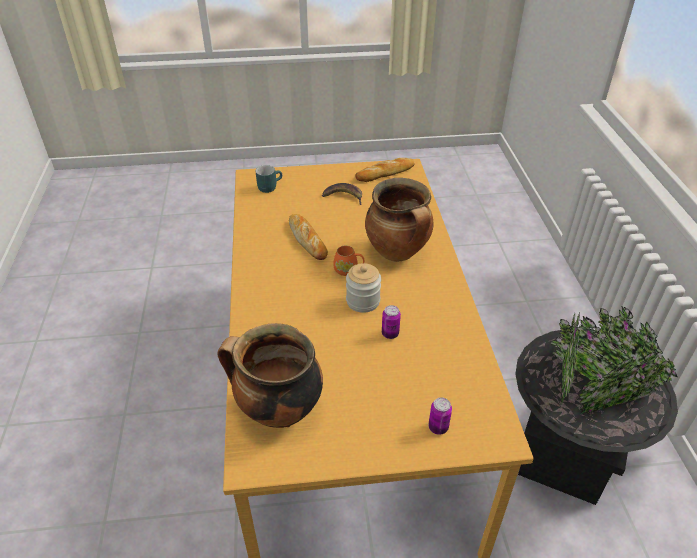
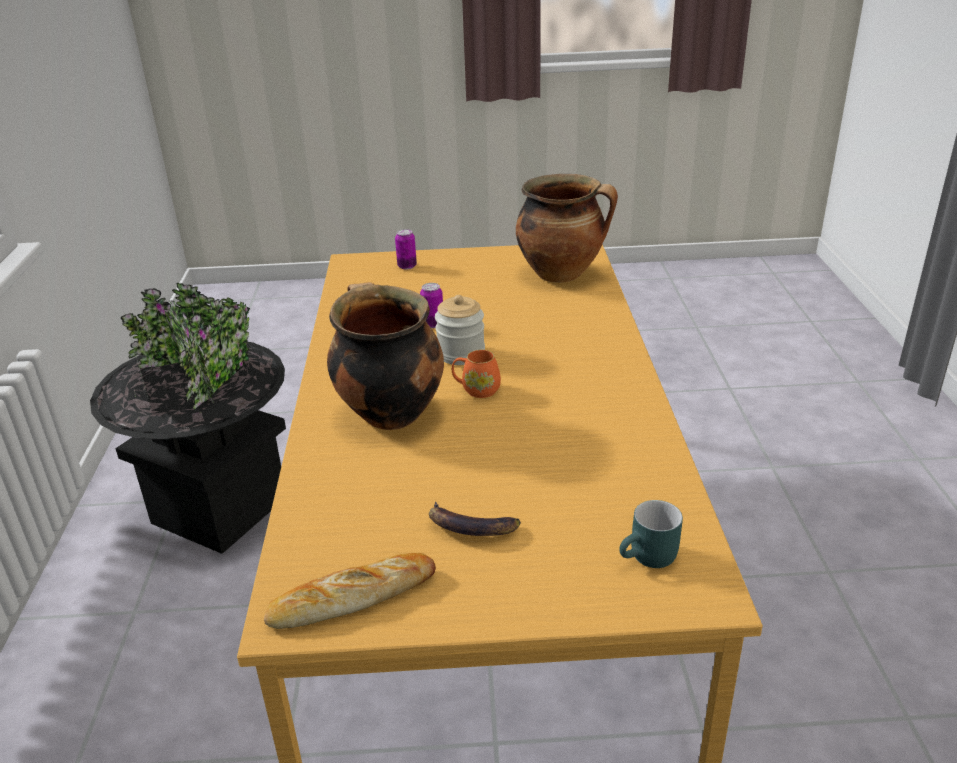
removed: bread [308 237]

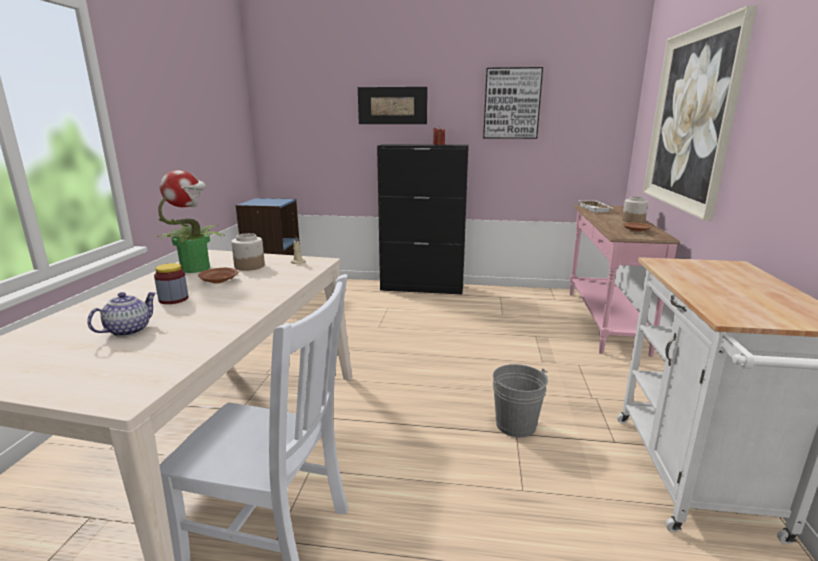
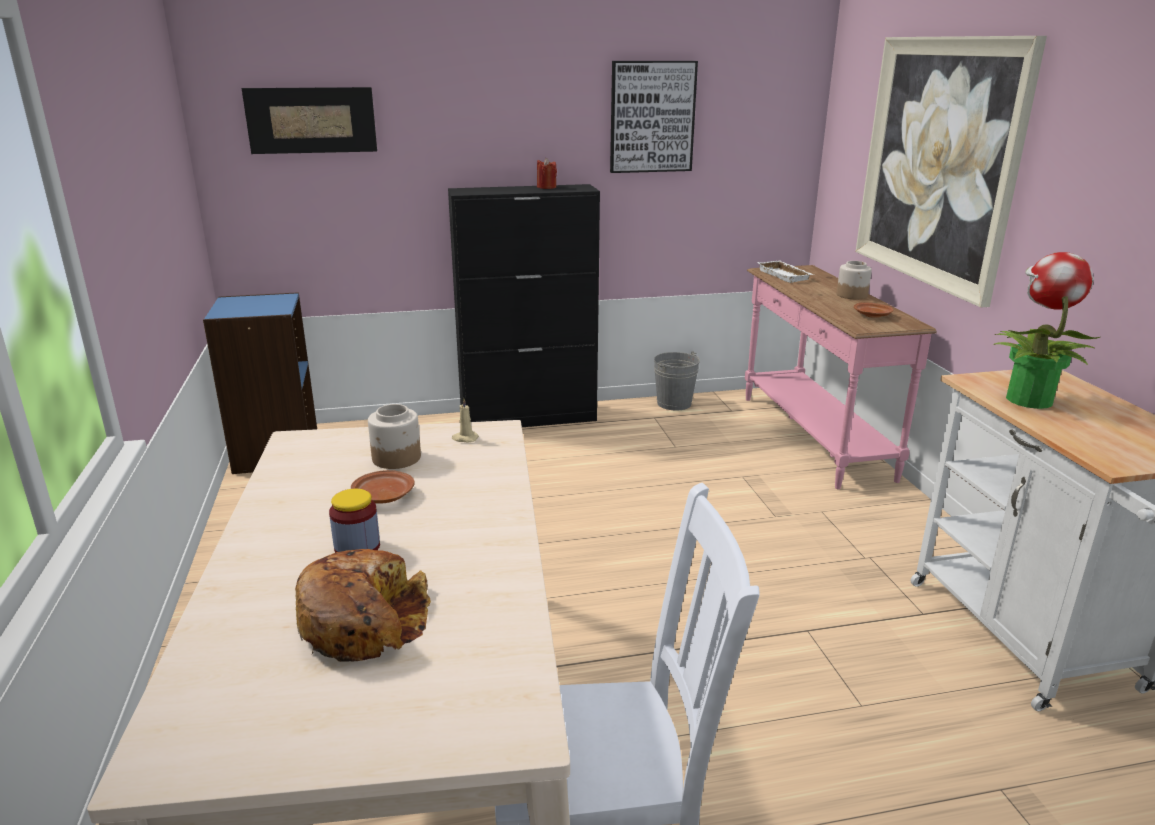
moved: picture [393 105] to [309 120]; potted plant [191 221] to [1046 330]; grey bucket [520 400] to [677 380]
replaced: teapot [121 314] to bread [363 605]

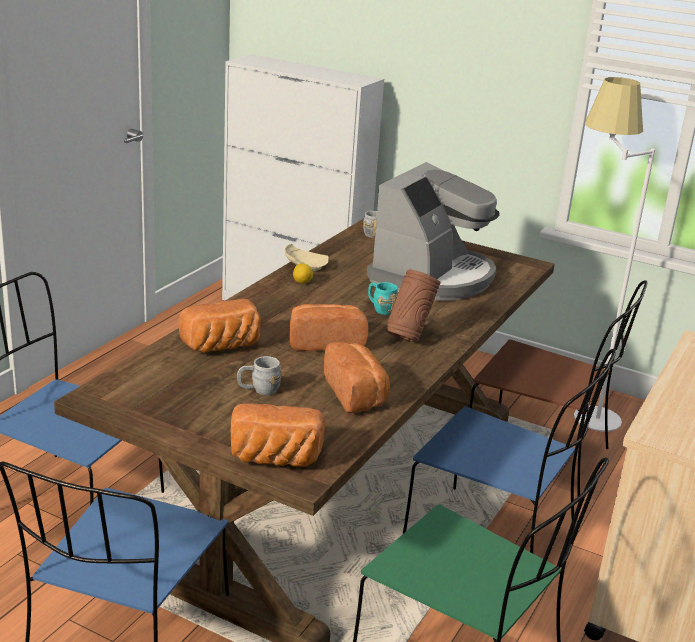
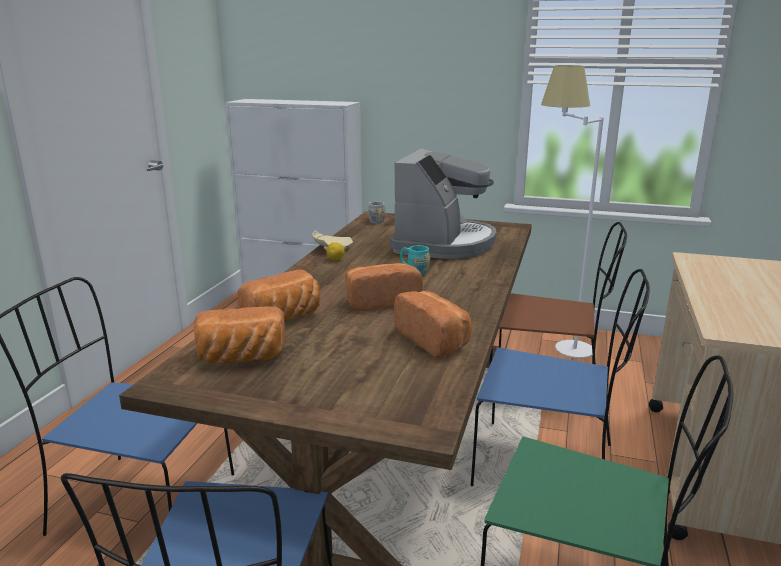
removed: brown vase [412 305]; grey mug [259 375]
moved: bread [278 435] to [239 335]

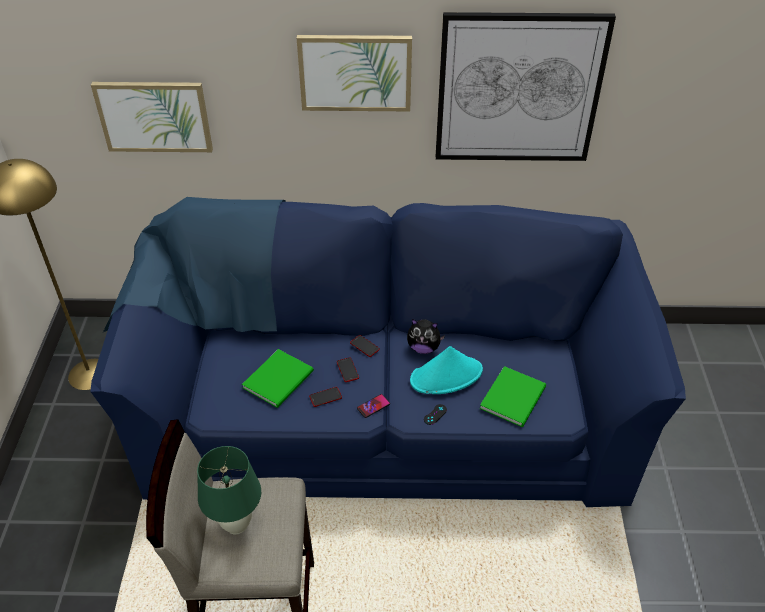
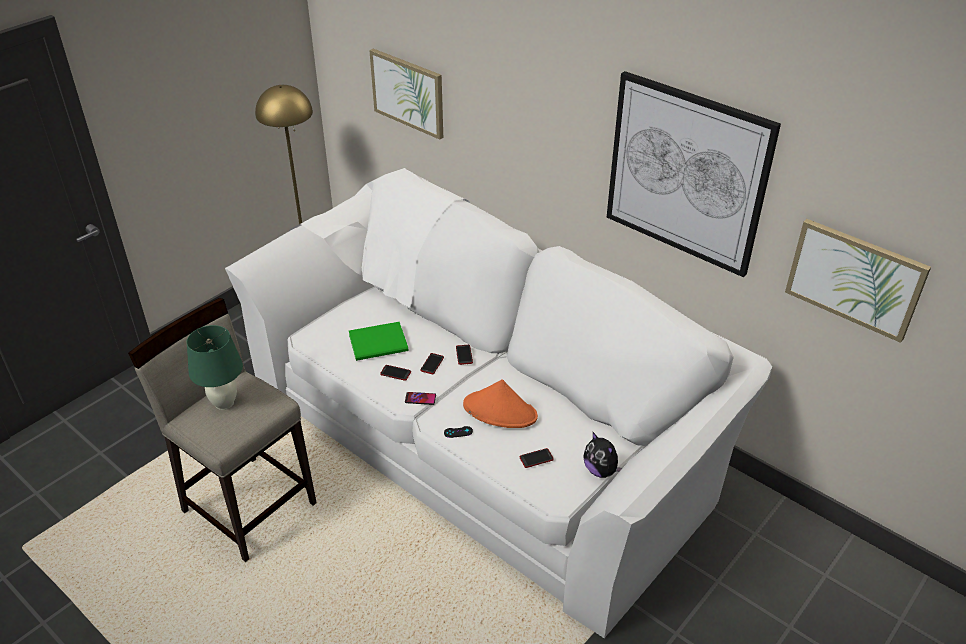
moved: picture [354 73] to [858 281]; plush toy [426 336] to [602 455]
replaced: green book [513 396] to phone [537 458]
recoloured: blue sofa [388 352] to white sofa [498 403]; turquoise hat [446 370] to orange hat [500 403]

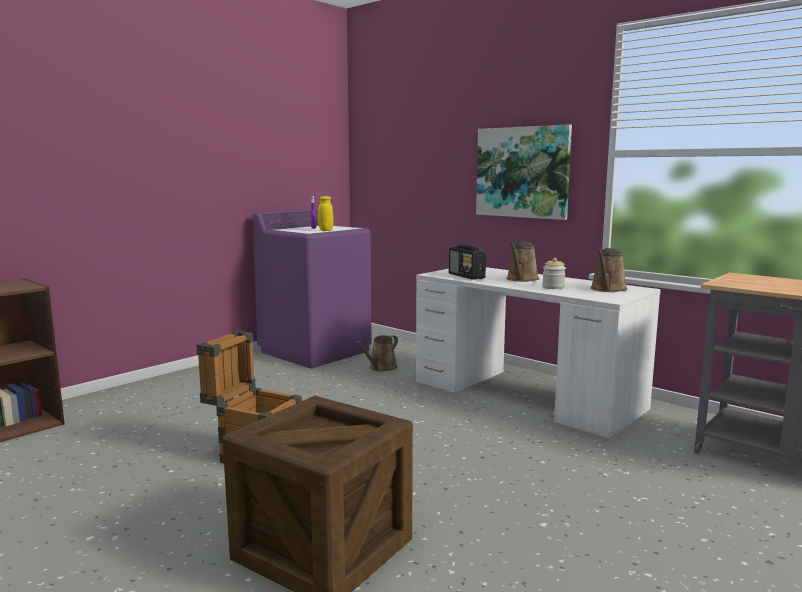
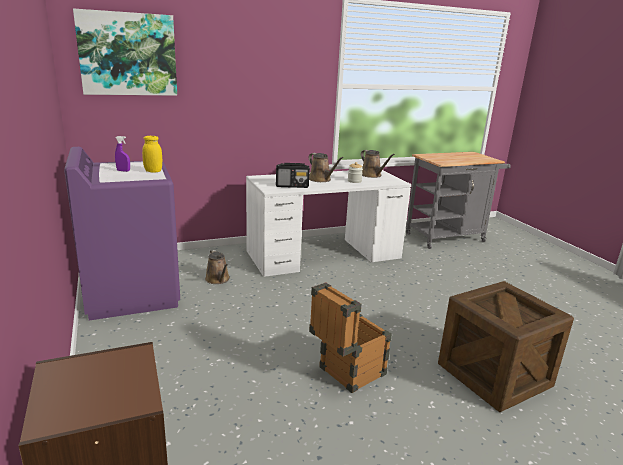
moved: picture [524 172] to [125 52]

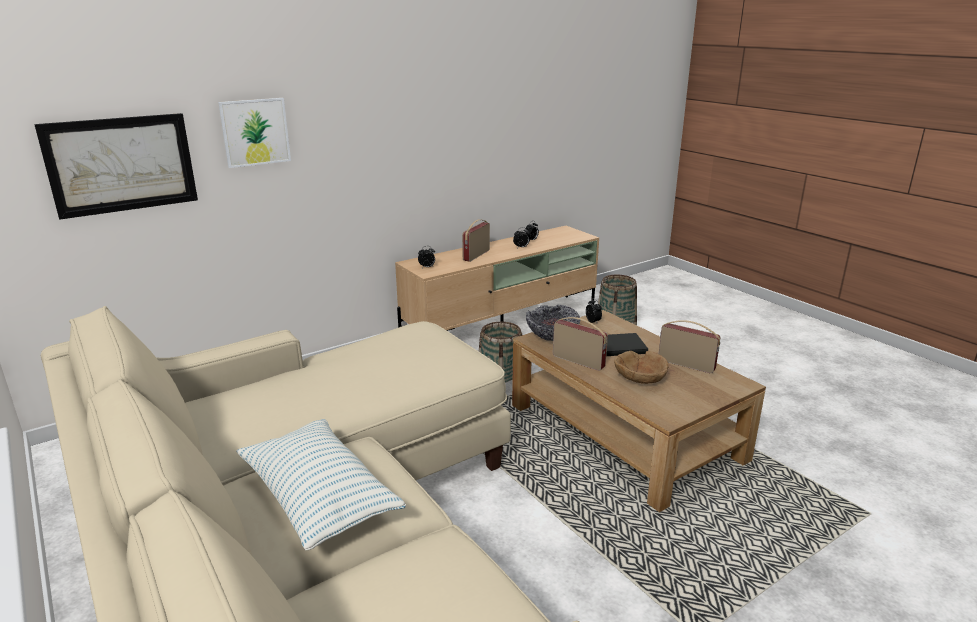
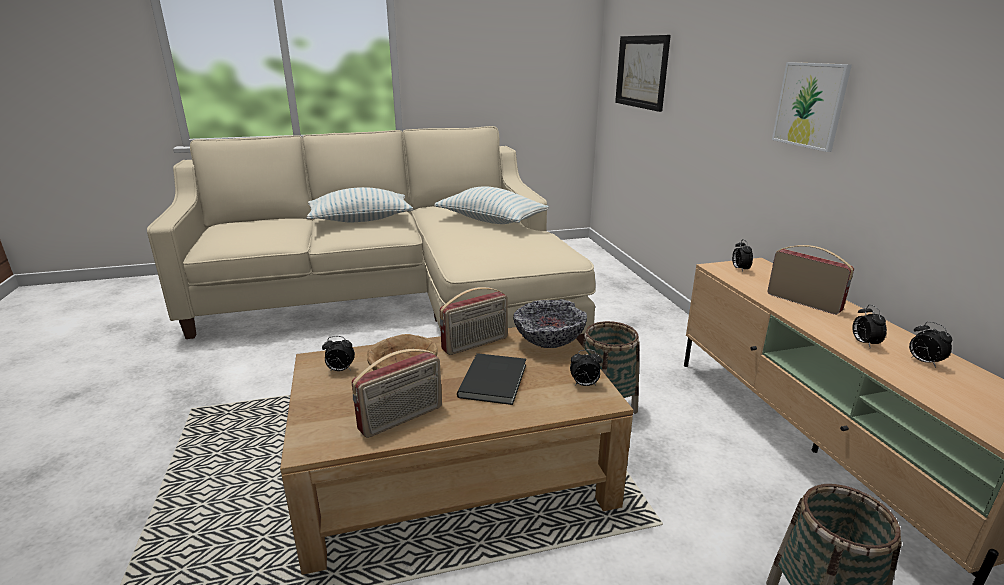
added: pillow [491 205]; alarm clock [338 353]
moved: picture [254 133] to [812 107]

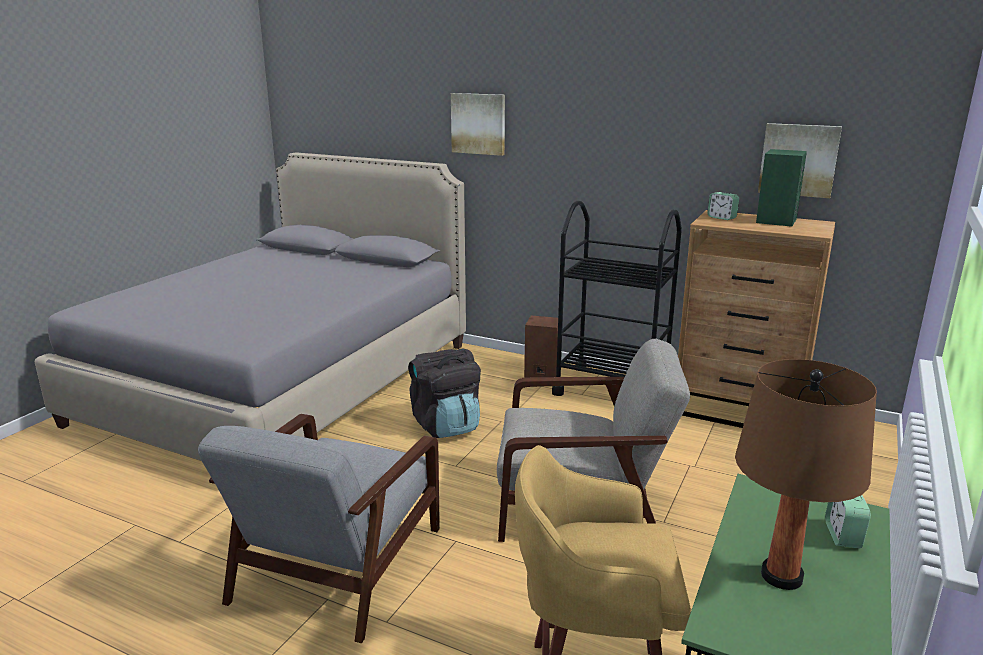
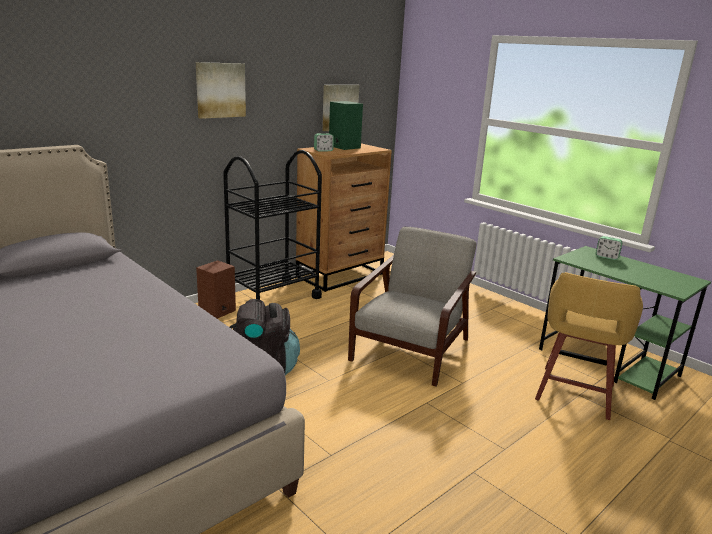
removed: brown table lamp [806 474]; grey armchair [319 529]
moved: picture [478 124] to [221 90]

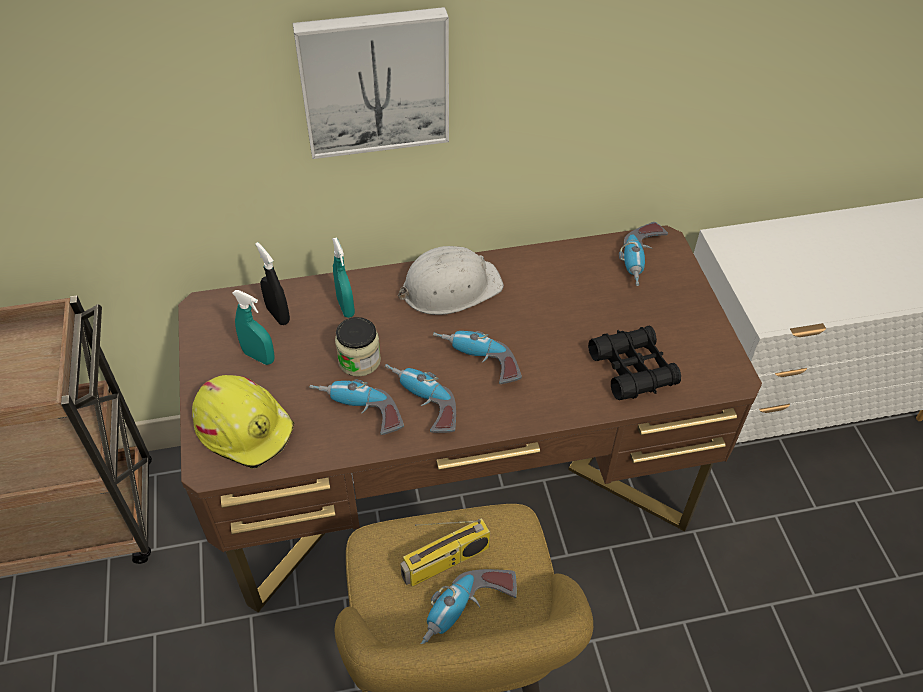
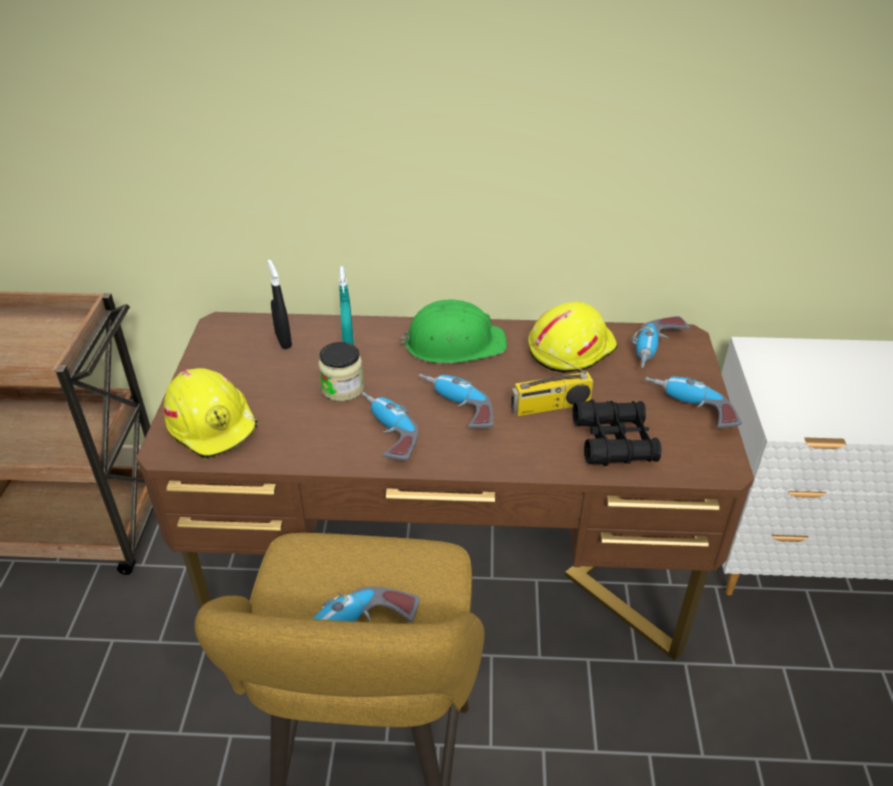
removed: picture [370 83]; turquoise spray bottle [253 327]
added: yellow hard hat [572 337]
moved: power drill [357 407] to [693 402]; radio [445 552] to [552 380]
recoloured: white hard hat [451 280] to green hard hat [453 331]

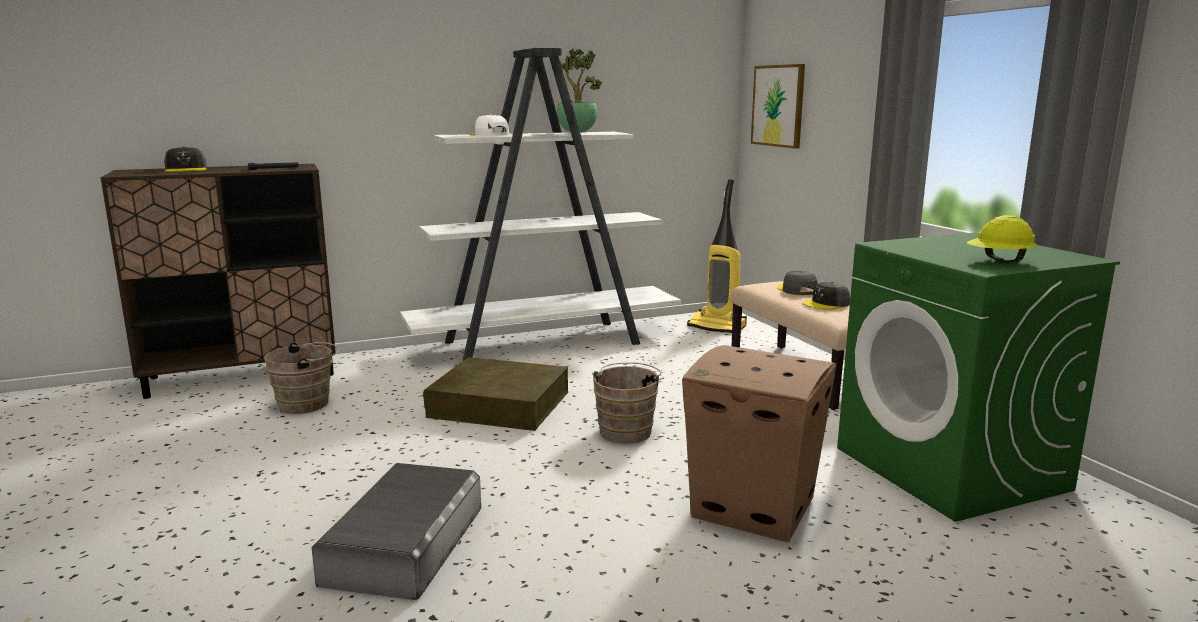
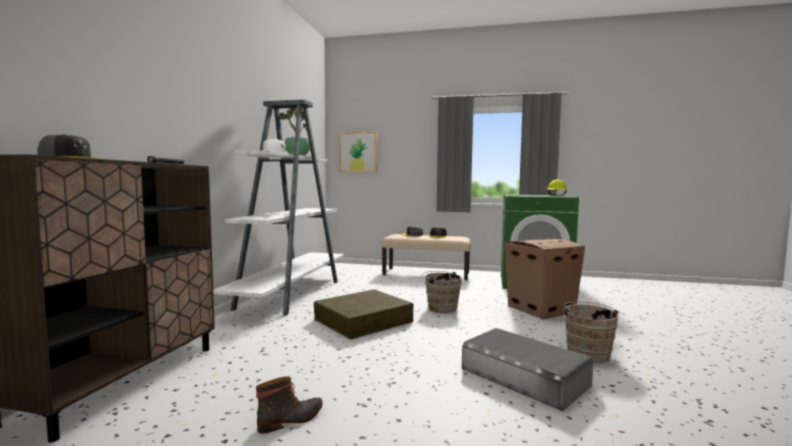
removed: vacuum cleaner [717 256]
added: boot [289 404]
moved: brown bucket [302 378] to [591 332]

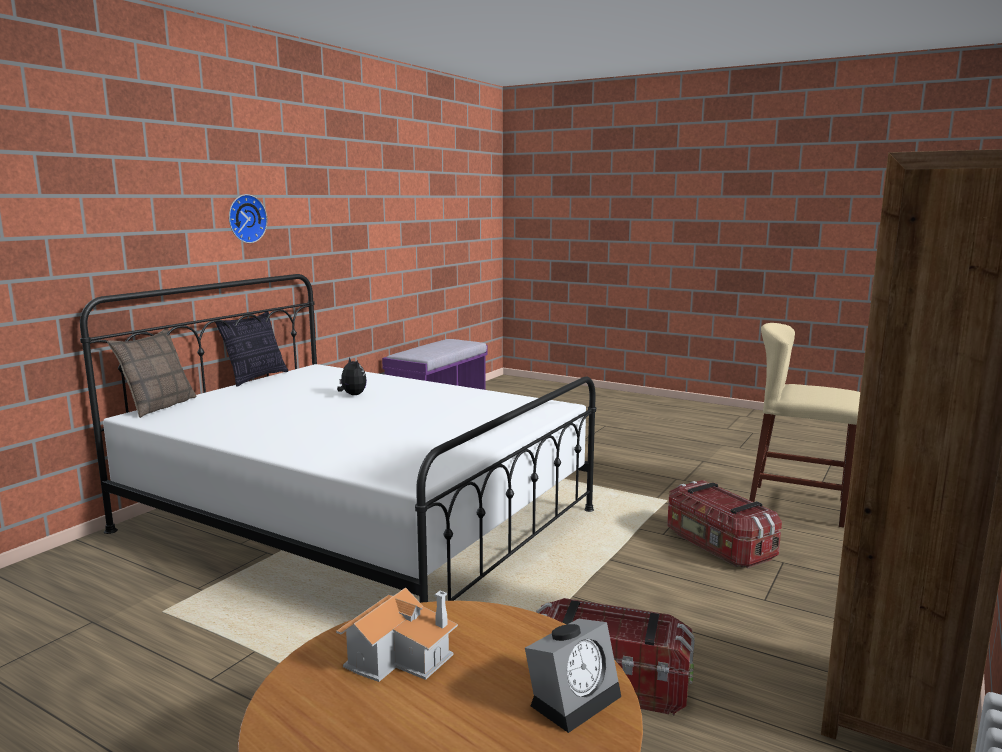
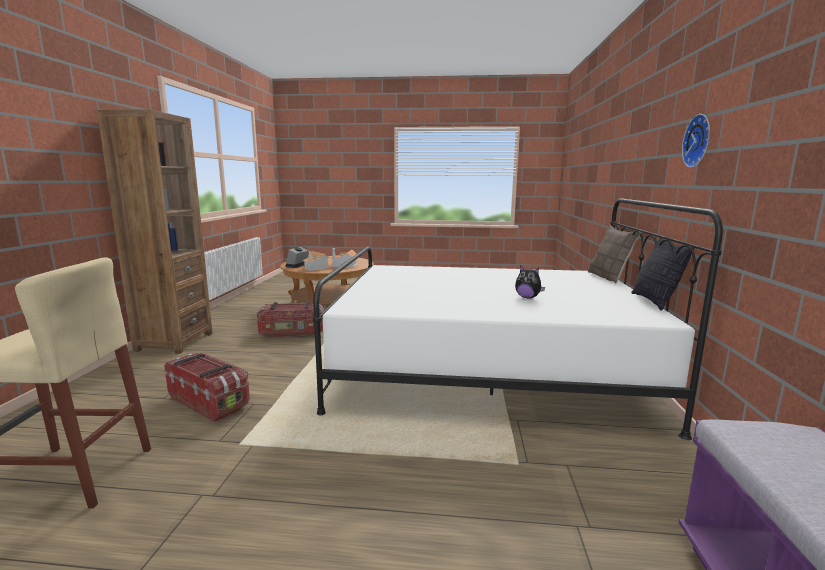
added: toy house [316 261]

